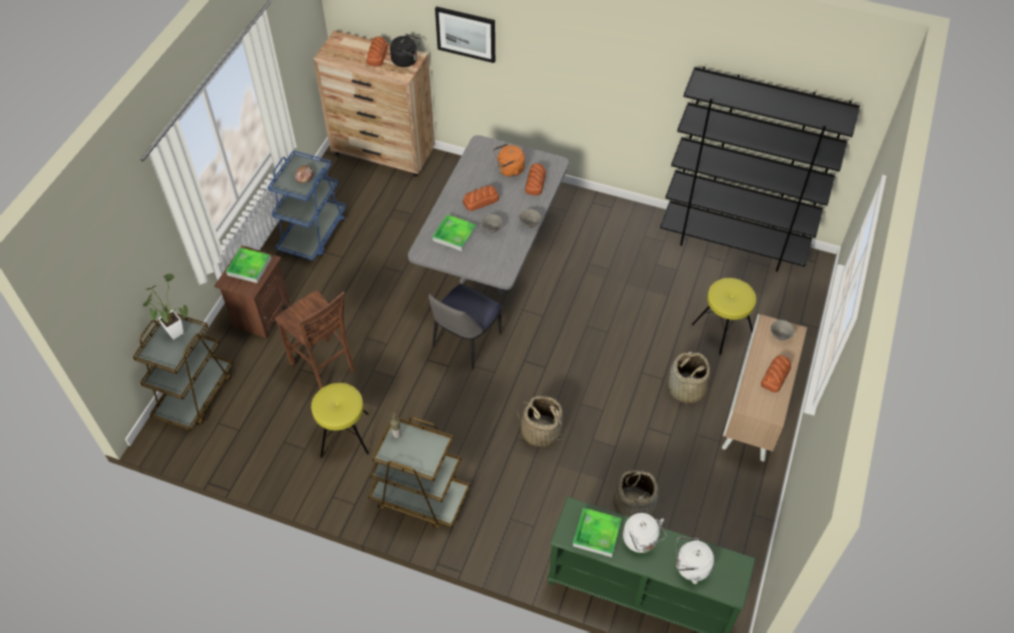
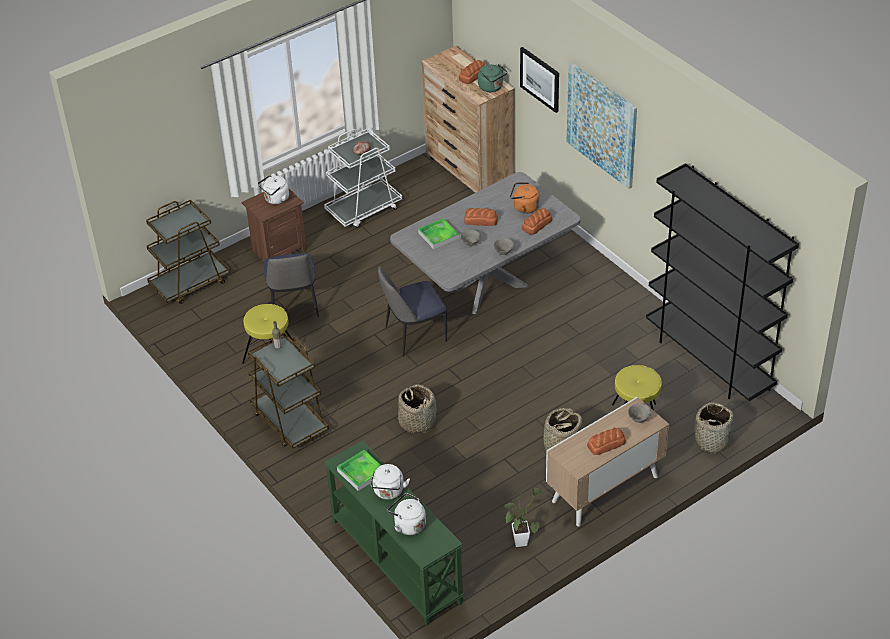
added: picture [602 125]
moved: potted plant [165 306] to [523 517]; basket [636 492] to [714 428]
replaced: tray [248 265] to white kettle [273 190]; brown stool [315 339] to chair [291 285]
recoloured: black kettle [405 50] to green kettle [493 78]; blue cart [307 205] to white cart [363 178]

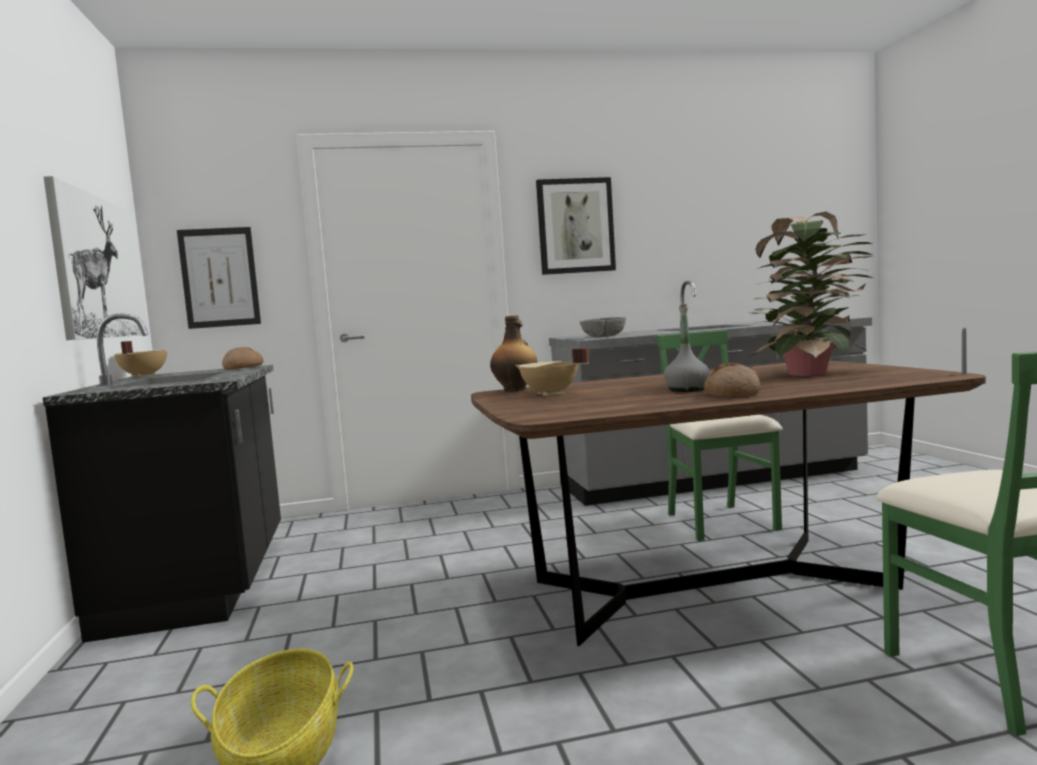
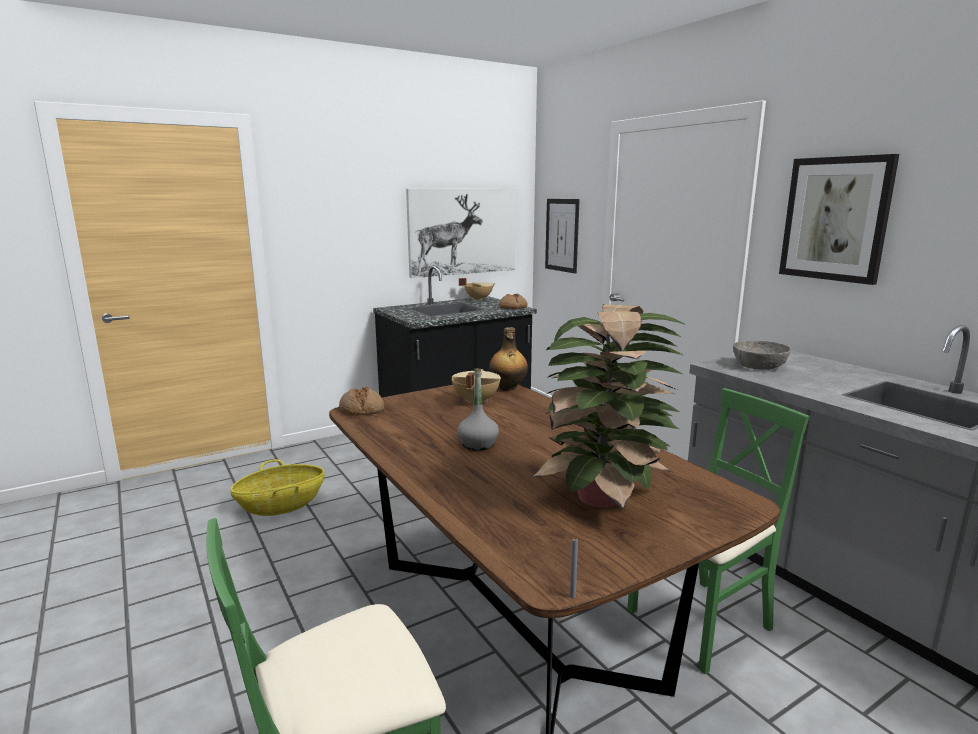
moved: bread [732 380] to [361 401]

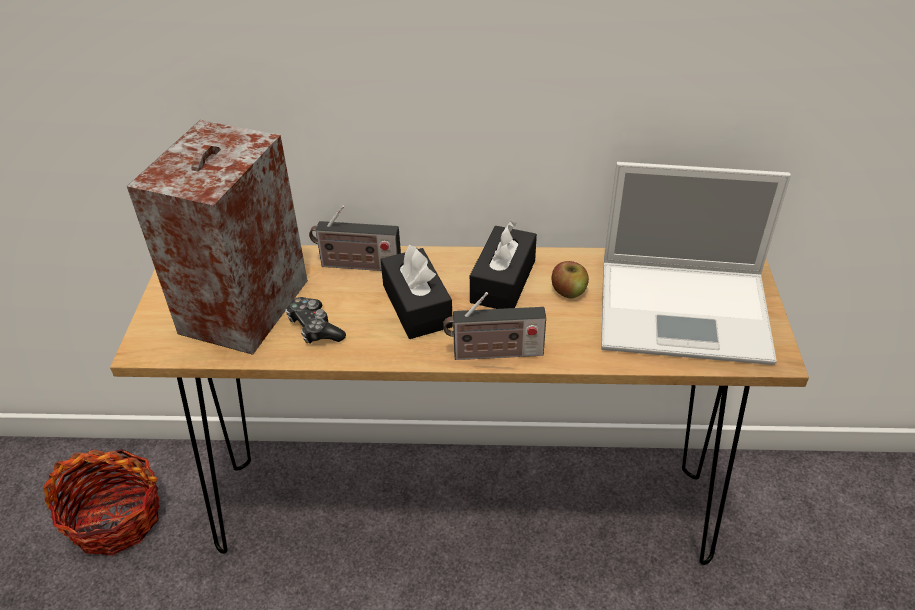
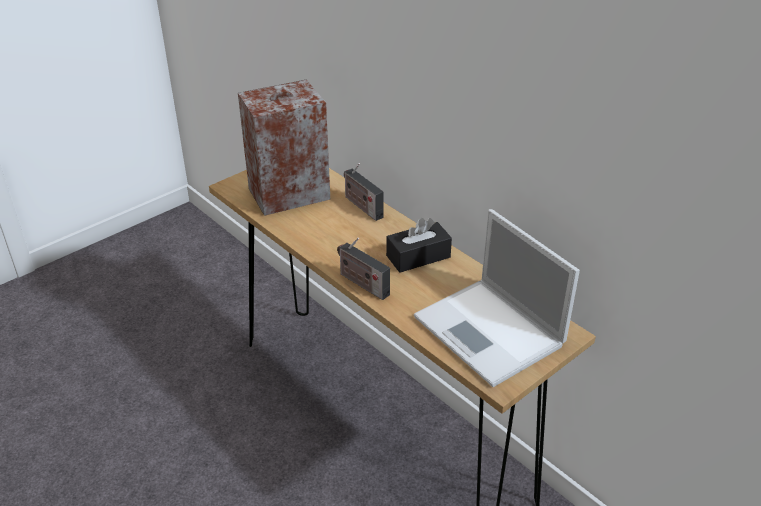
removed: black tissue box [416 291]; apple [570 280]; game controller [315 320]; basket [102 502]

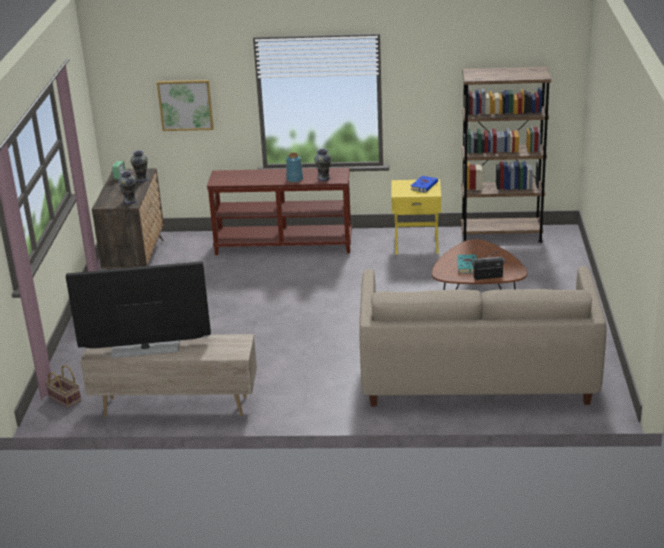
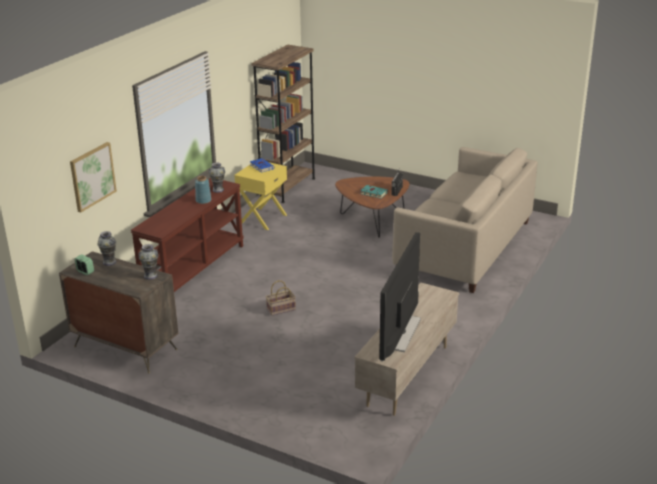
moved: basket [63 386] to [281 298]

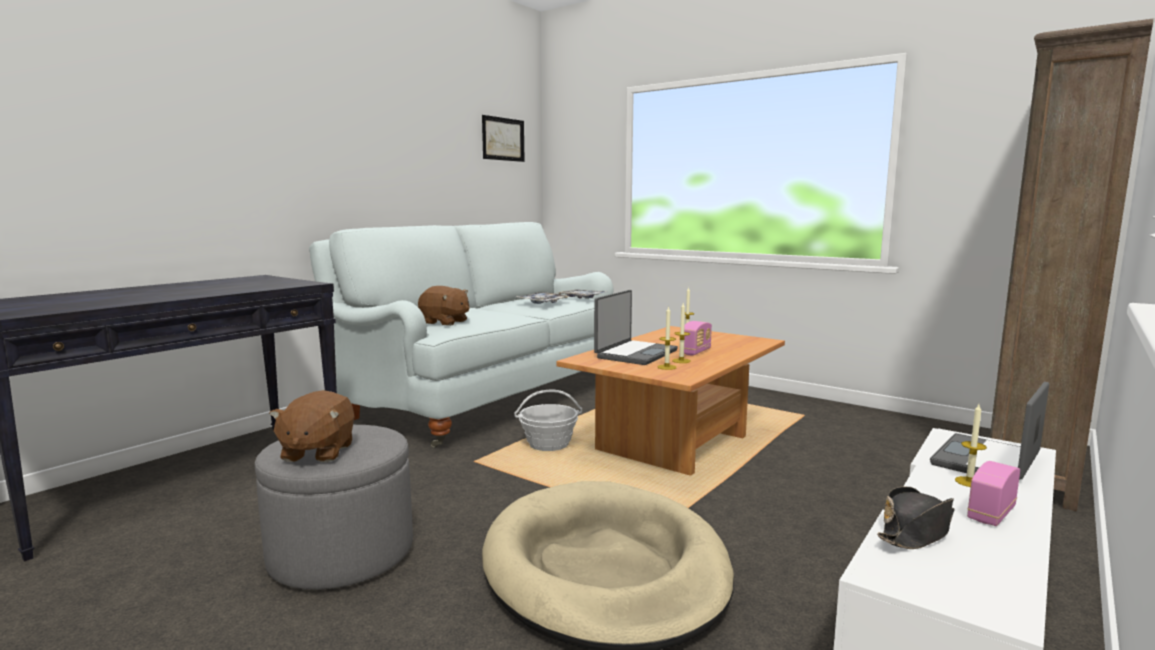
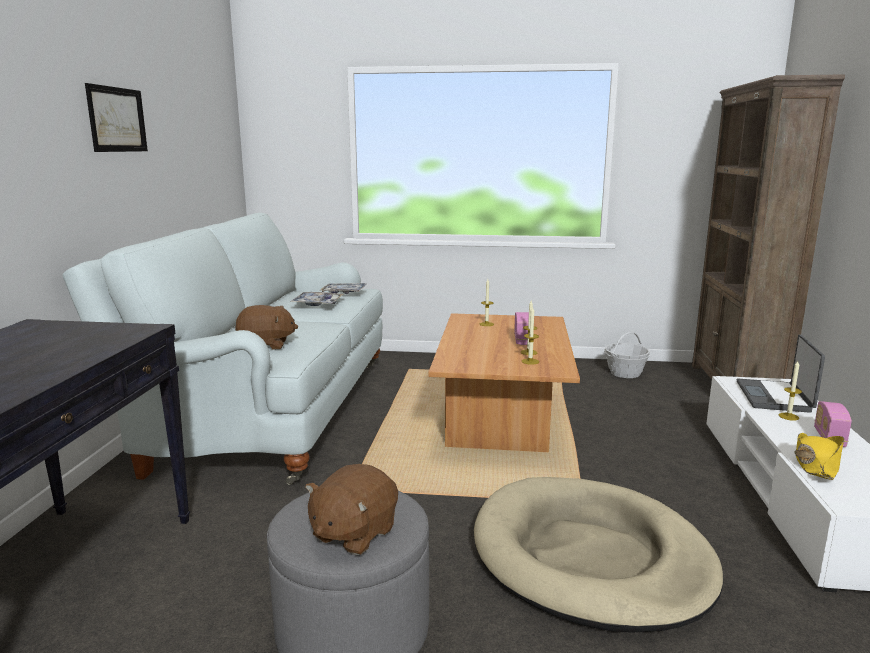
removed: laptop [636 327]
moved: picture [503 138] to [116 117]; basket [548 420] to [627 355]
recoloured: black hat [915 517] to yellow hat [819 456]
turned: brown plush toy [312 426] = [351 509] 60 degrees clockwise

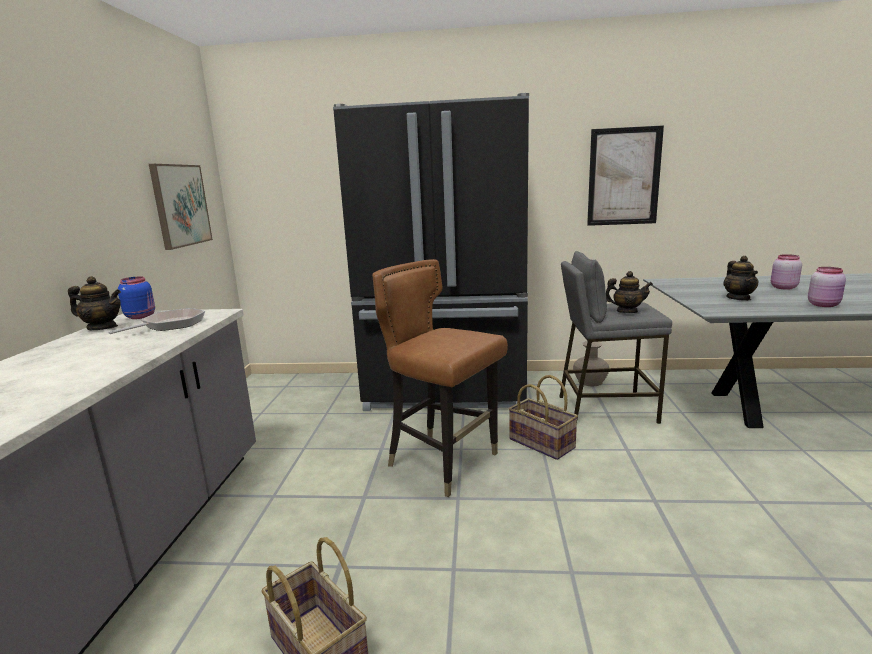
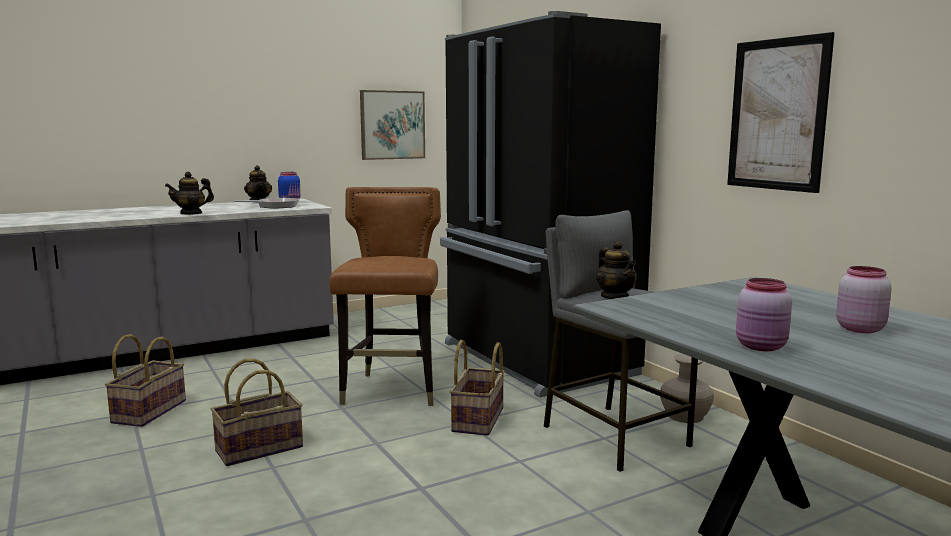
added: basket [256 412]
moved: teapot [740 278] to [189 193]

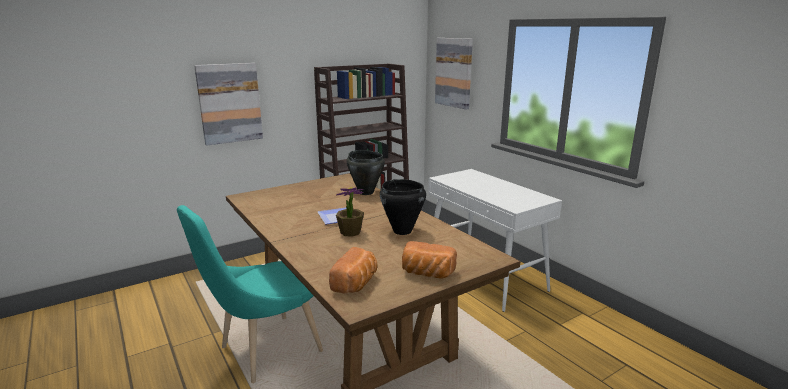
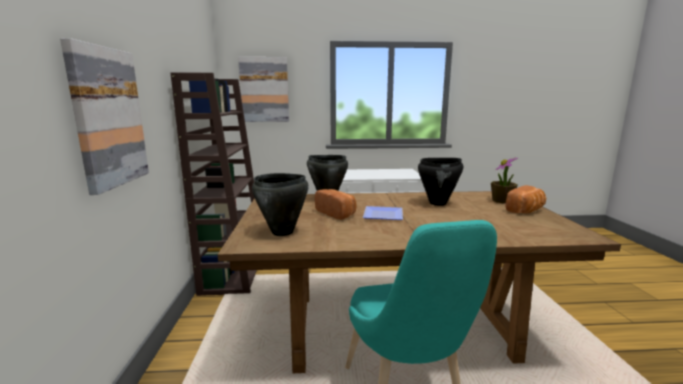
added: black cooking pot [280 204]
moved: potted plant [350 212] to [504 180]; bread [353 270] to [336 204]

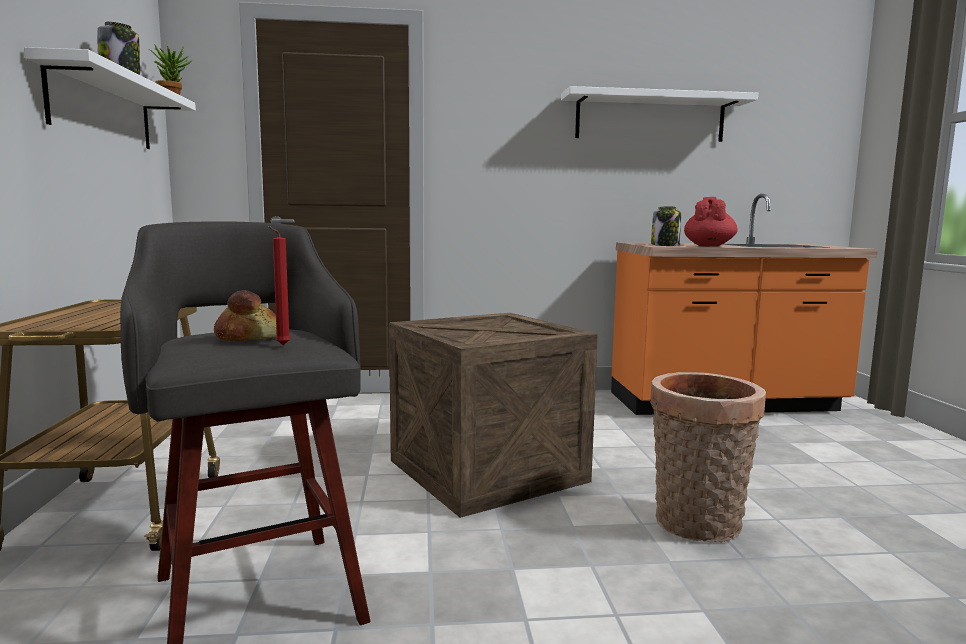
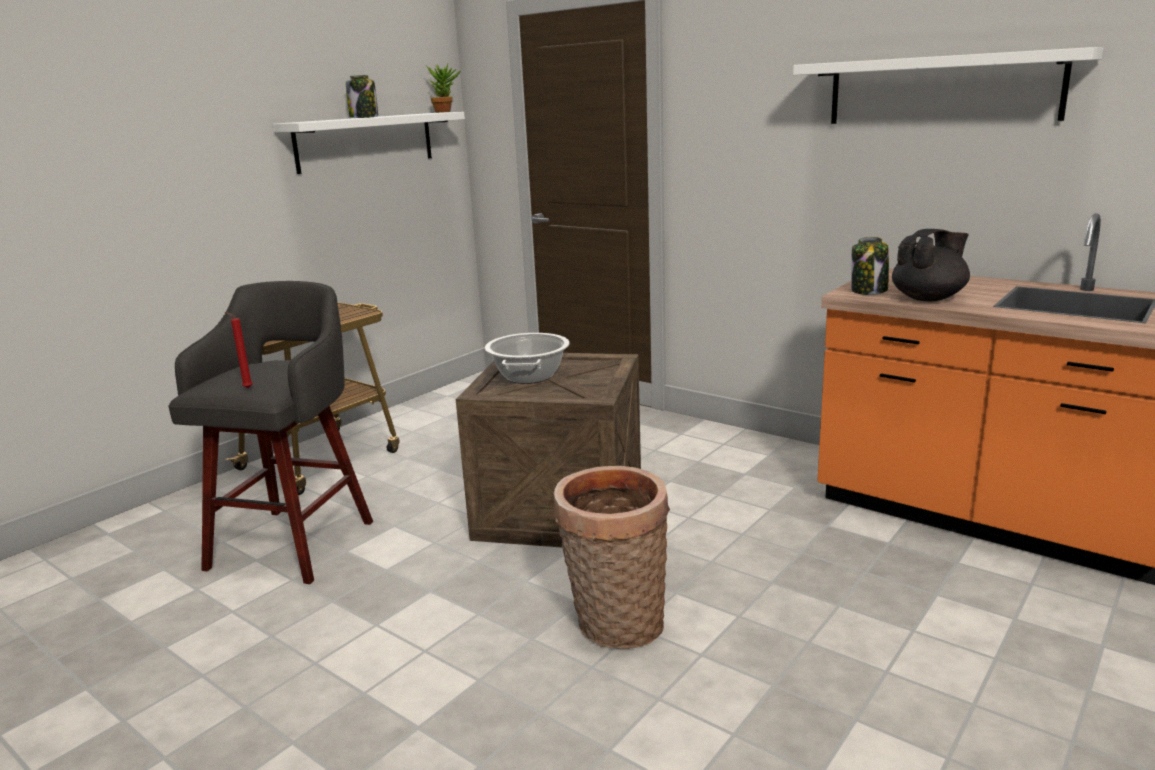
removed: bread [245 315]
added: cooking pot [527 358]
recoloured: red teapot [711 221] to black teapot [931 265]

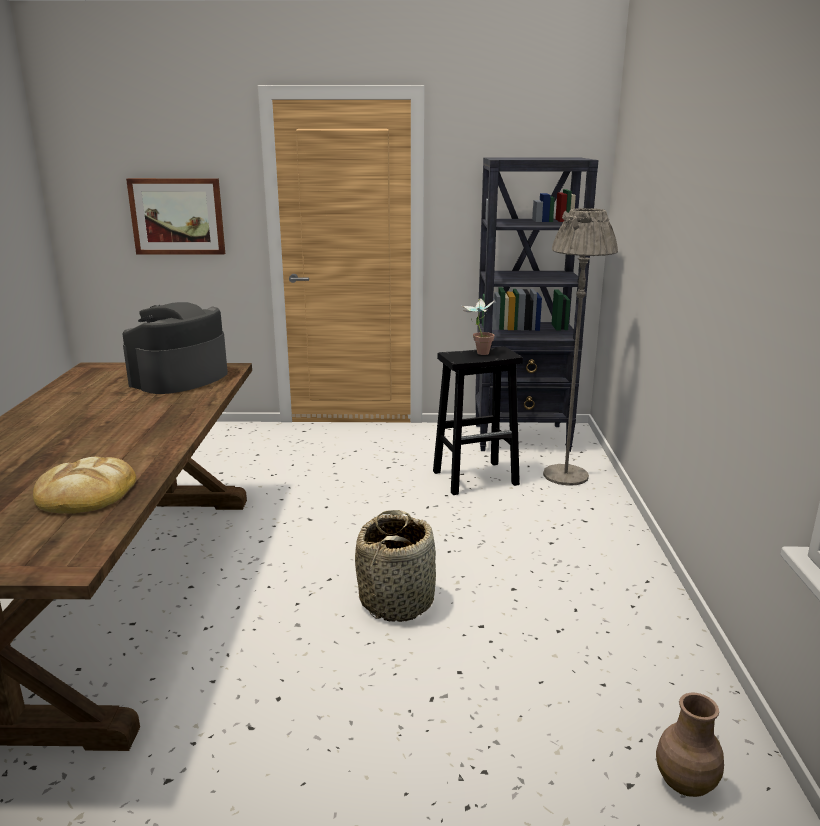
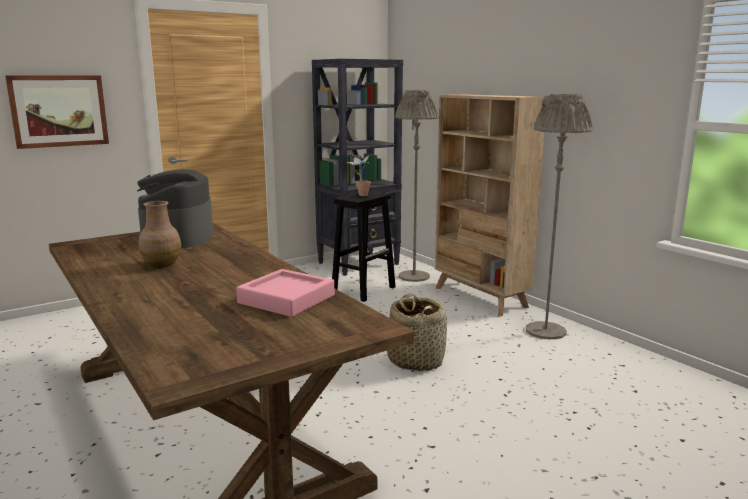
added: beige bookcase [490 205]; grey floor lamp [559 216]
moved: brown vase [690 745] to [160 234]
replaced: bread [84 485] to pink tray [285 293]

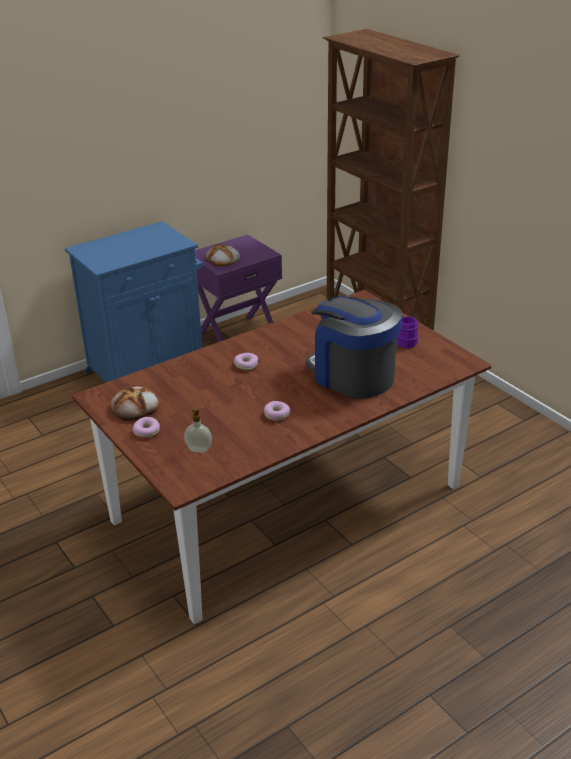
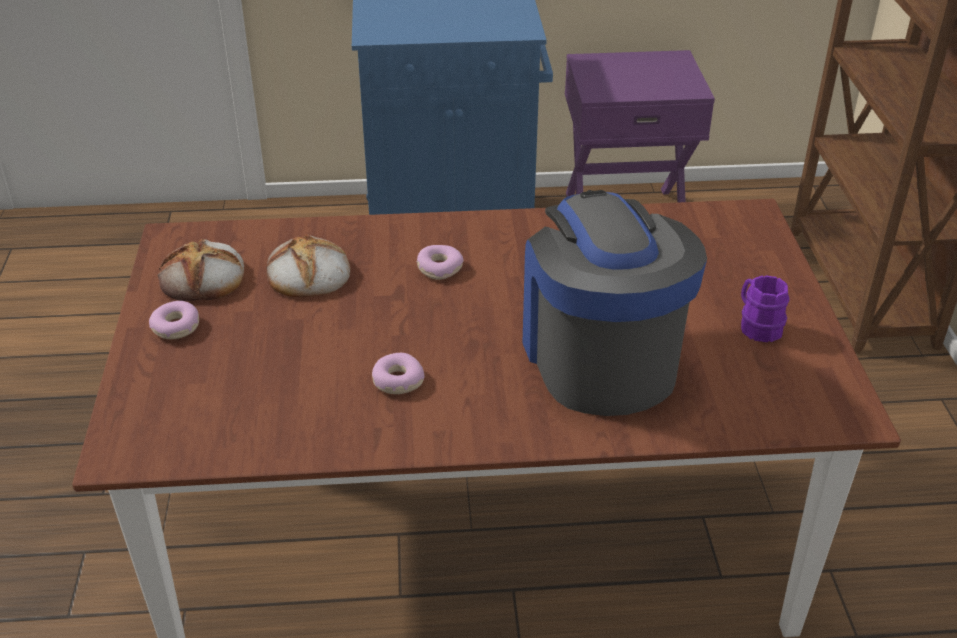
removed: soap dispenser [198 429]
moved: bread [222 254] to [308 265]

